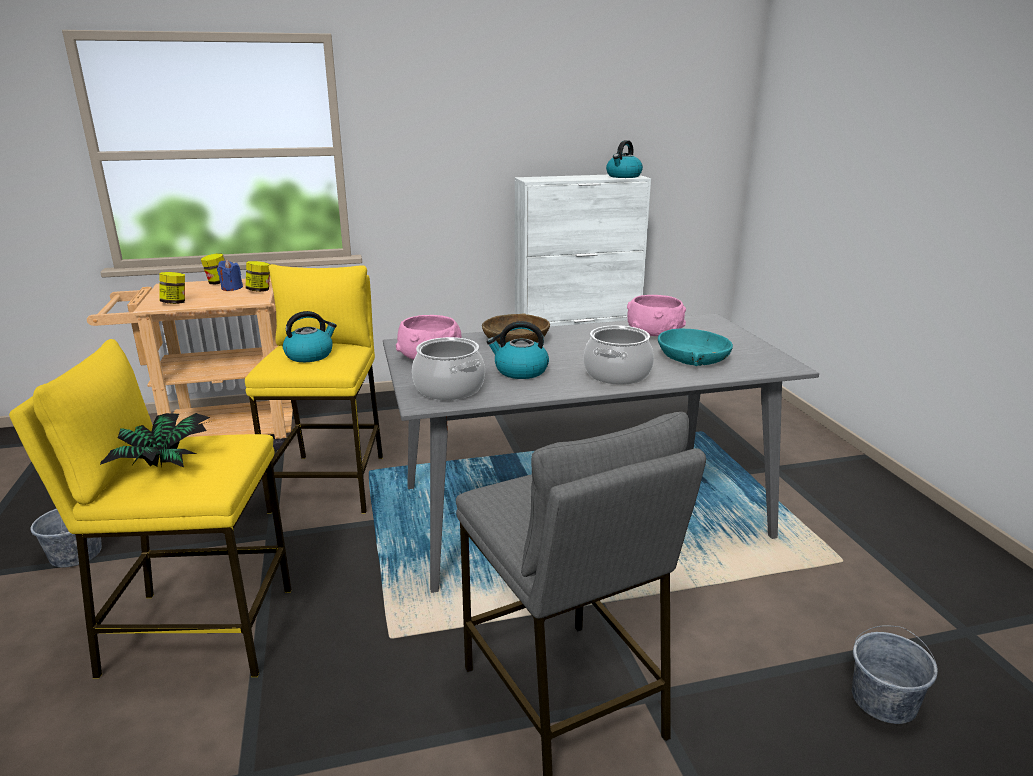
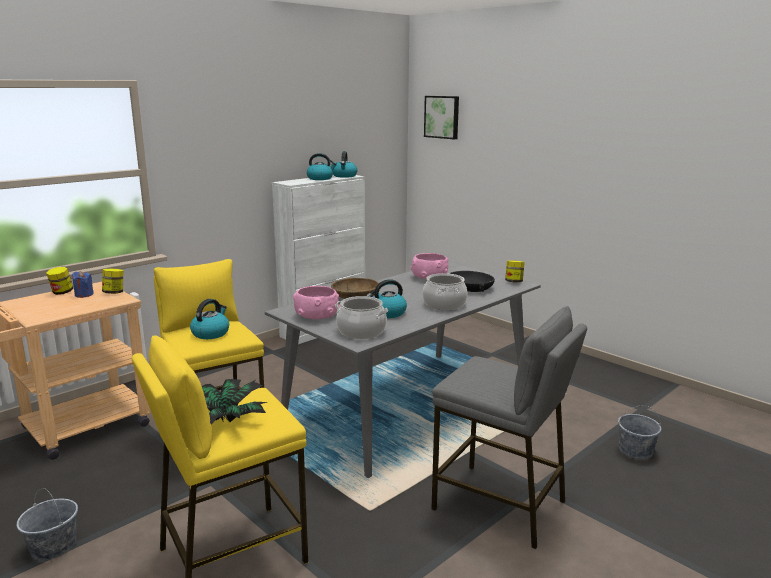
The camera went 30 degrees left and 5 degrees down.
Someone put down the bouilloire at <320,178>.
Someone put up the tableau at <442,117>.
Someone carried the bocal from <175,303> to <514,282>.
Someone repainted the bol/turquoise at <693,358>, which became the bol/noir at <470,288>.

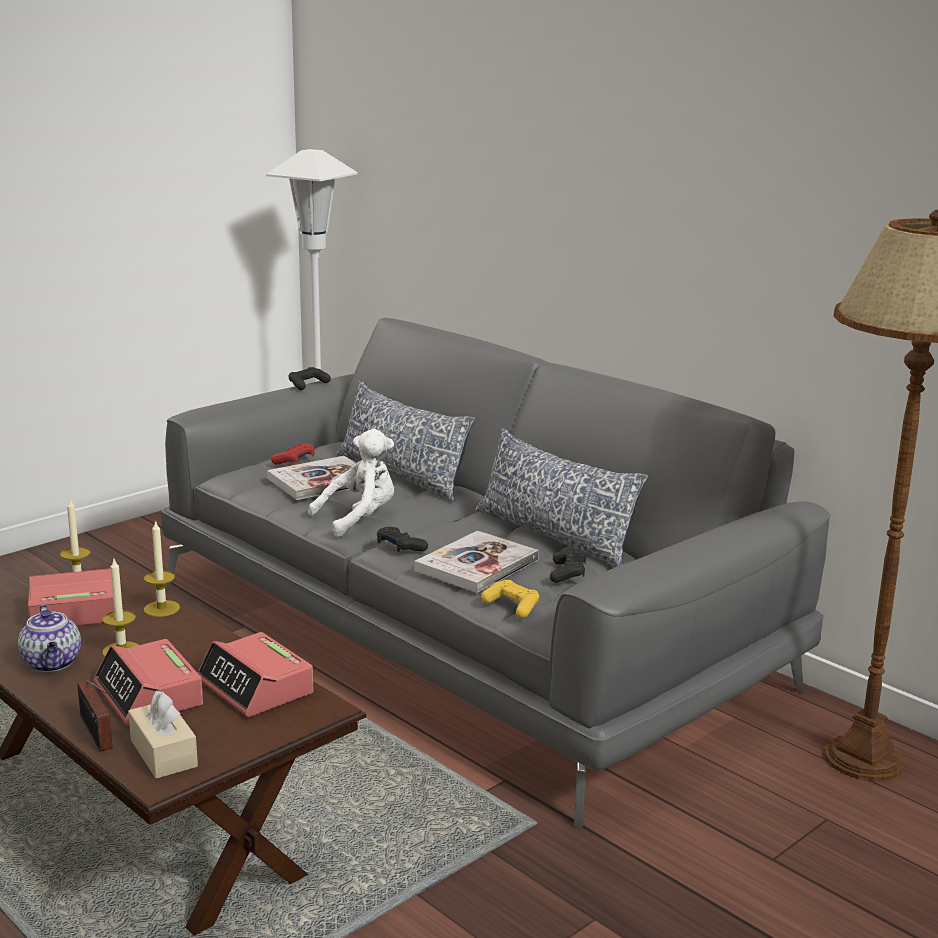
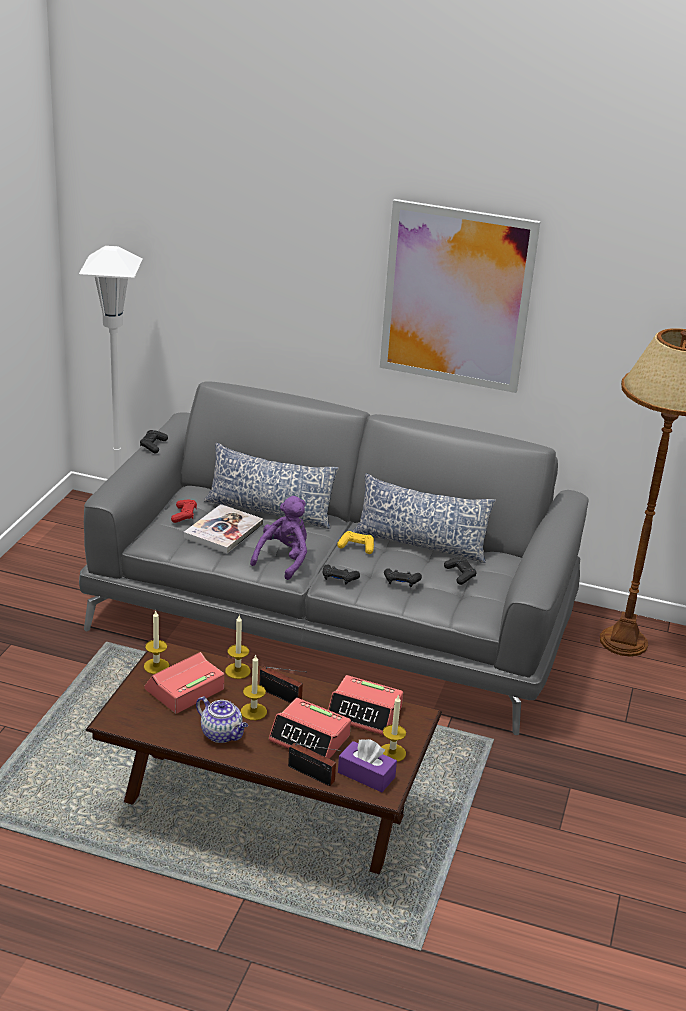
The camera went 30 degrees left and 10 degrees up.
Someone put down the radio at <282,696>.
Someone put up the tableau at <457,296>.
Someone put down the bougie at <392,753>.
Someone carried the manette/jaune from <512,606> to <356,547>.
Someone swapped the livre at <477,565> for the manette/noir at <401,582>.
Someone repainted the boîte à mouchoirs/beige at <163,753>, which became the boîte à mouchoirs/violet at <366,775>.
Someone repainted the peluche/blanc at <359,519>, which became the peluche/violet at <284,560>.

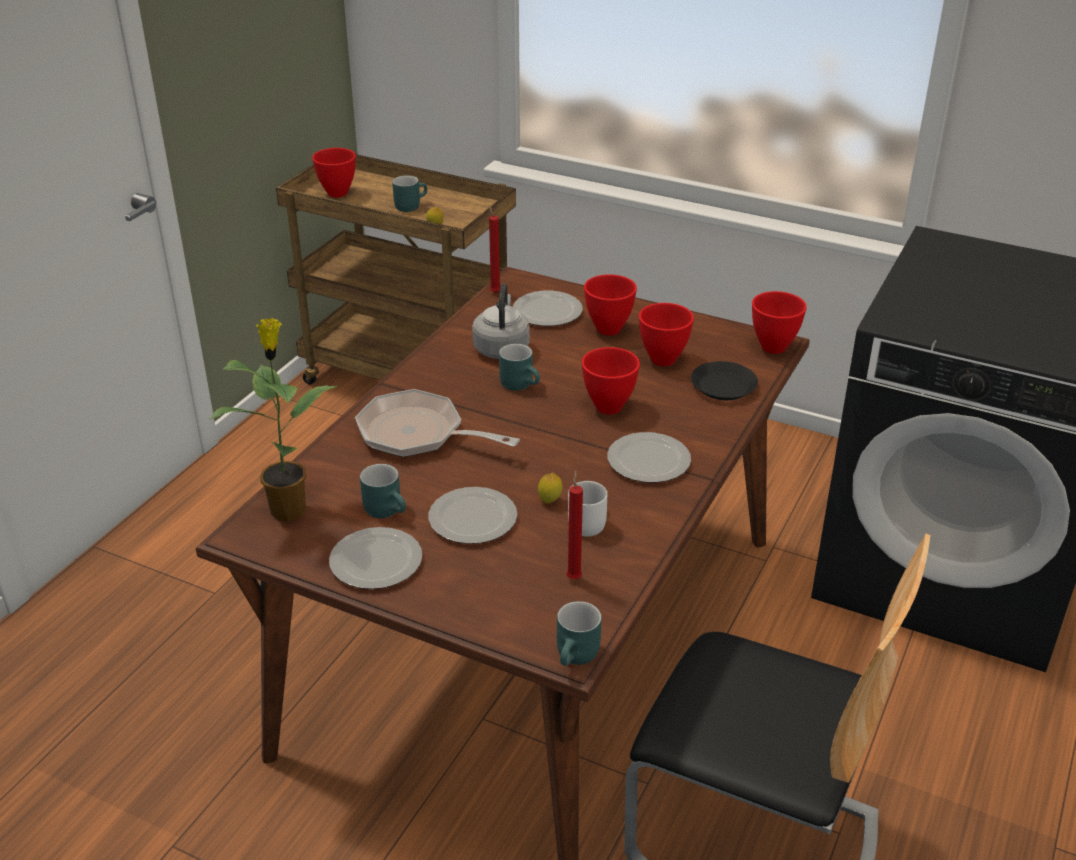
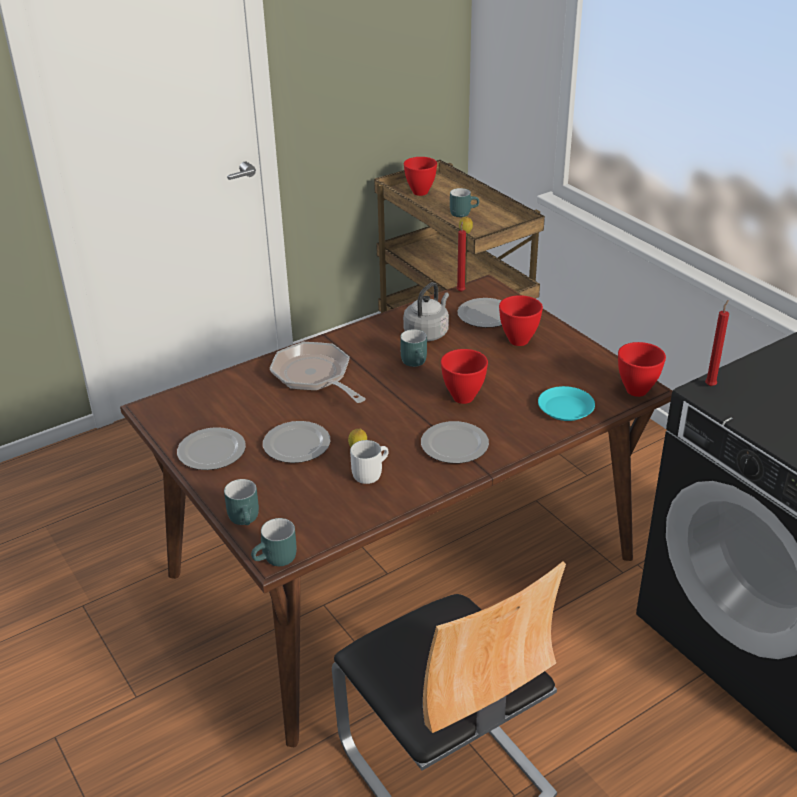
The camera went 30 degrees right and 0 degrees up.
Someone took away the plante en pot at <289,509>.
Someone took away the bol/rouge at <662,360>.
Someone carried the mug/turquoise from <388,510> to <247,519>.
Someone carried the bougie/rouge from <574,577> to <711,385>.
Someone repainted the assiette/noir at <723,386>, which became the assiette/turquoise at <565,408>.

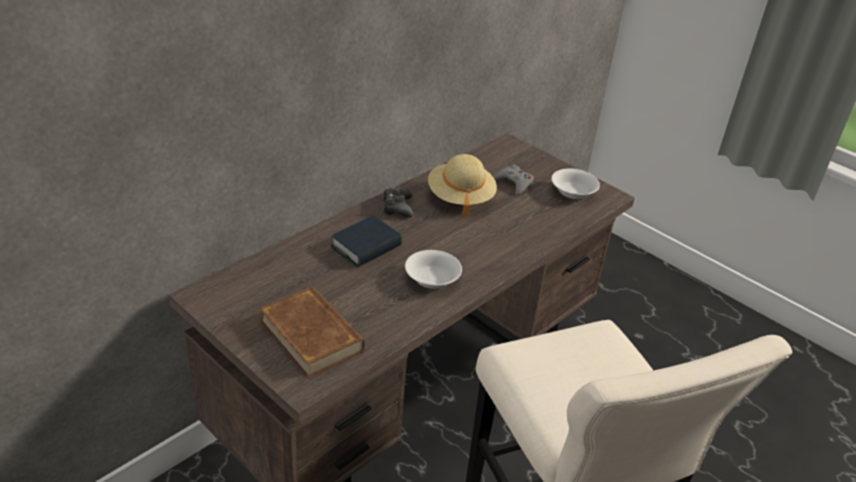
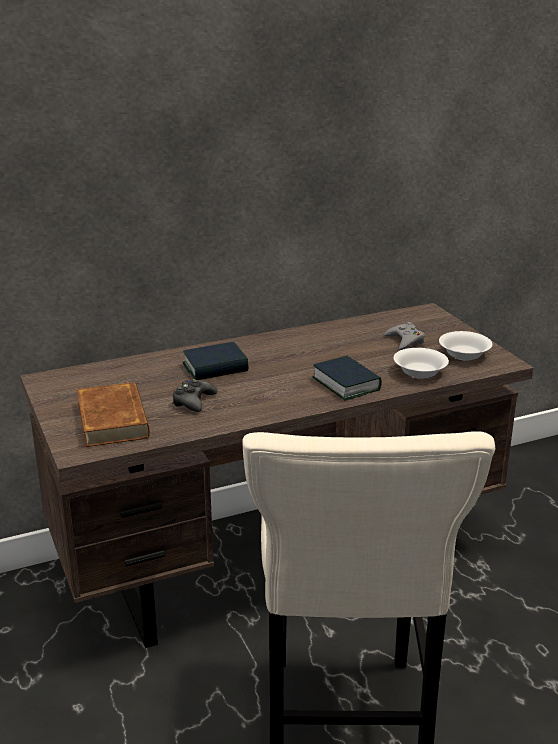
The camera went 25 degrees right and 10 degrees down.
Someone took away the chapeau/beige at <460,198>.
Someone put down the livre at <346,384>.
Someone carried the manette/noir from <397,207> to <193,401>.
Someone carried the bol/blanc from <431,279> to <419,372>.

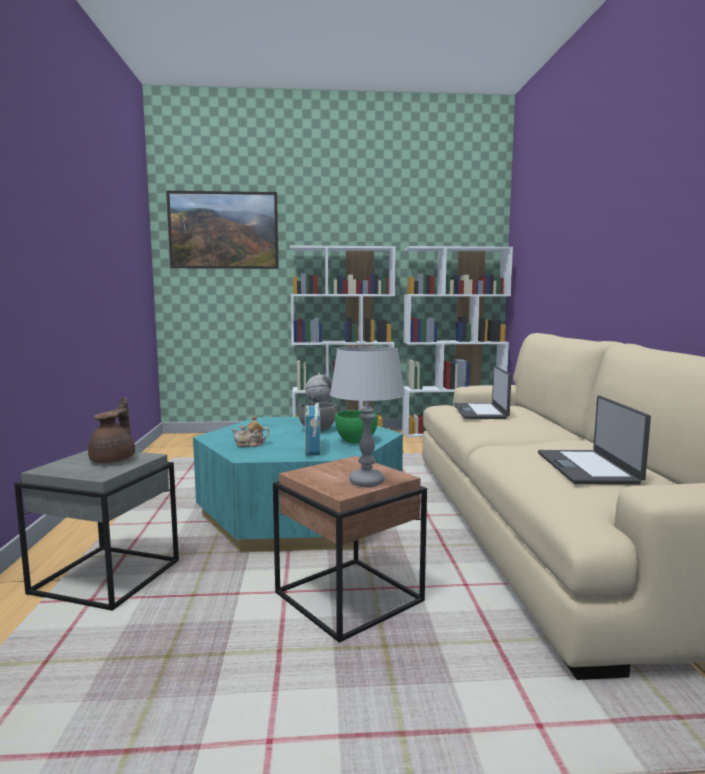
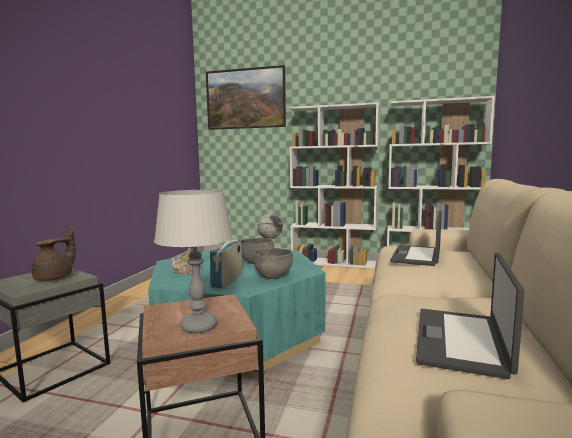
The camera went 20 degrees right and 0 degrees up.
Someone repainted the bol/vert at <356,441>, which became the bol/gris at <272,277>.

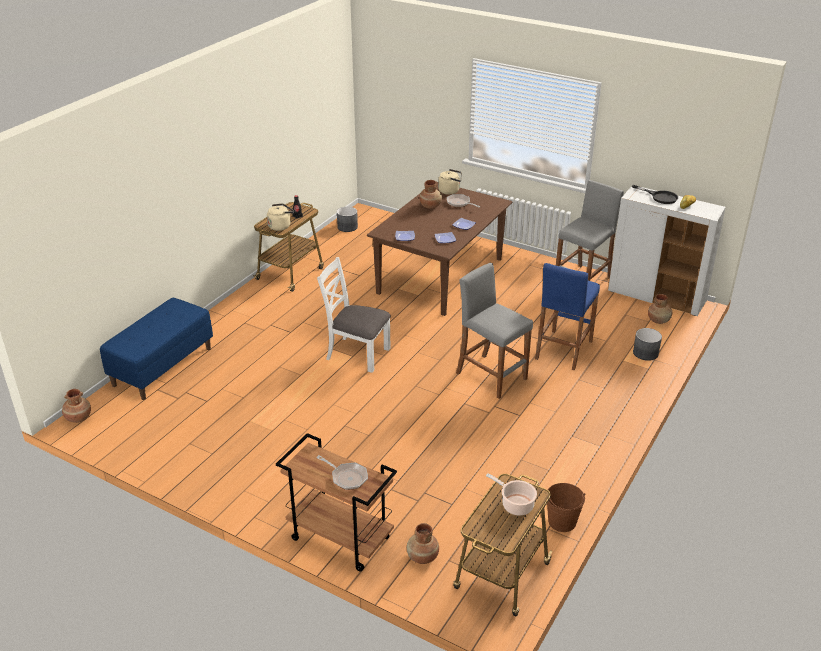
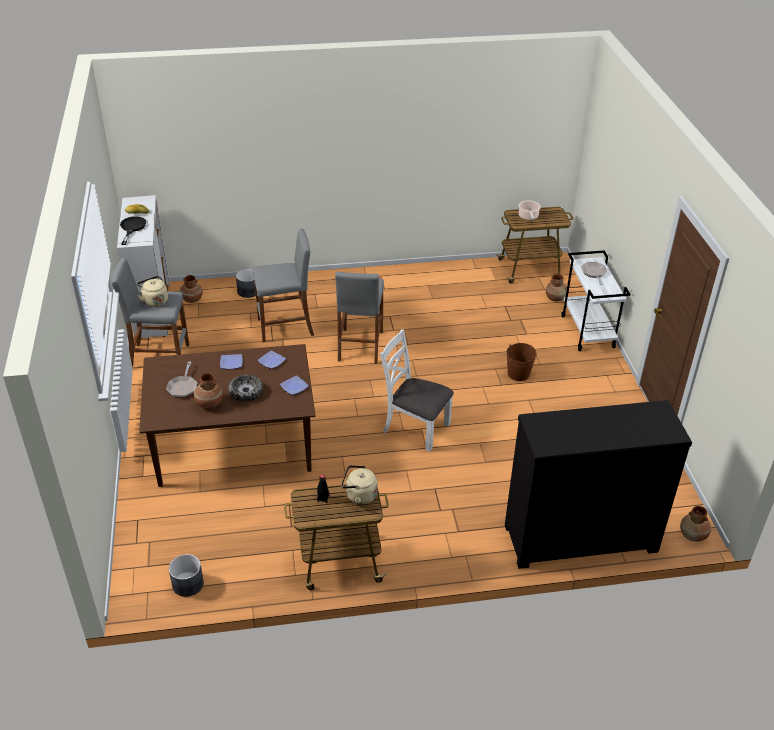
The camera went 130 degrees left and 5 degrees up.
Someone put down the bol at <246,392>.
Someone carried the bouilloire/beige from <450,191> to <154,301>.
Someone carried the seau/marron from <562,521> to <518,374>.
Someone swapped the banc/bleu at <162,366> for the commode at <579,537>.
Someone repainted the chariot/marron at <339,539>, which became the chariot/blanc at <588,332>.
Someone repainted the tabouret/bleu at <563,350>, which became the tabouret/gris at <286,327>.
Someone rotated the chaise/blanc at <357,354> by 135 degrees clockwise.

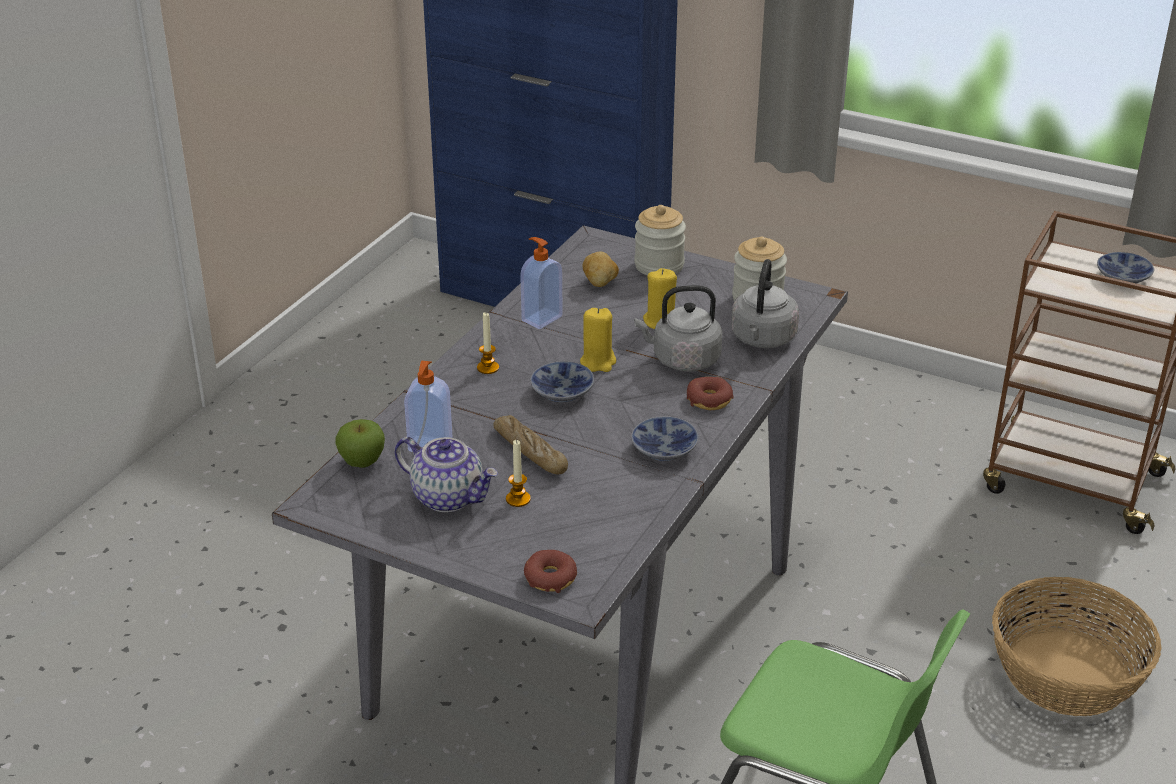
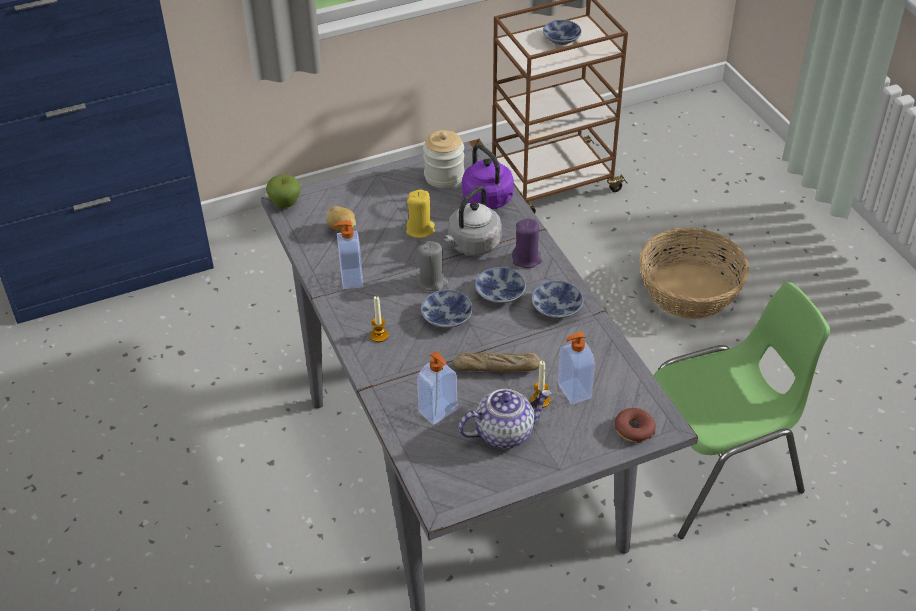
The camera went 50 degrees left and 10 degrees up.
Someone took away the bocal at <659,265>.
Someone put down the bol at <499,294>.
Someone put down the distributeur de savon at <573,391>.
Someone carried the pomme from <362,462> to <285,204>.
Someone swapped the beignet at <709,400> for the bougie/violet at <526,259>.
Someone repainted the bougie/jaune at <598,362>, which became the bougie/gris at <432,282>.
Someone repainted the bouilloire/gris at <762,339>, which became the bouilloire/violet at <489,200>.

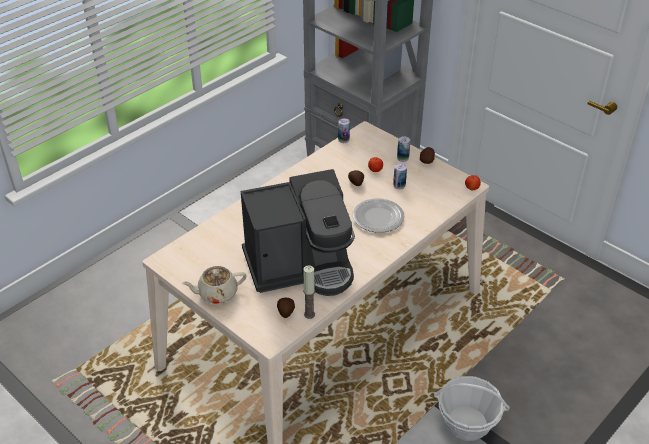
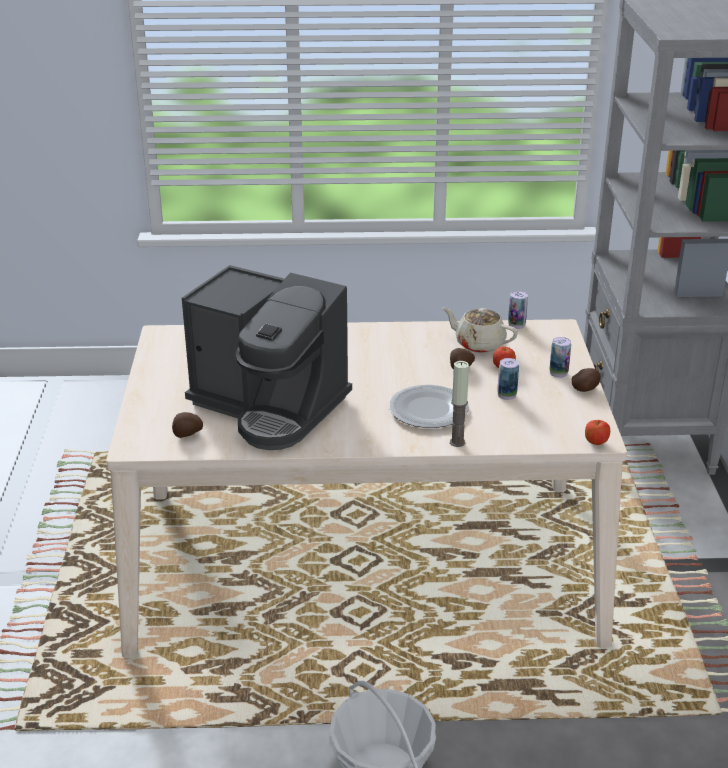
The camera went 45 degrees right and 10 degrees down.
Someone carried the théière/beige from <217,293> to <479,344>.
Someone carried the bougie from <309,314> to <457,442>.

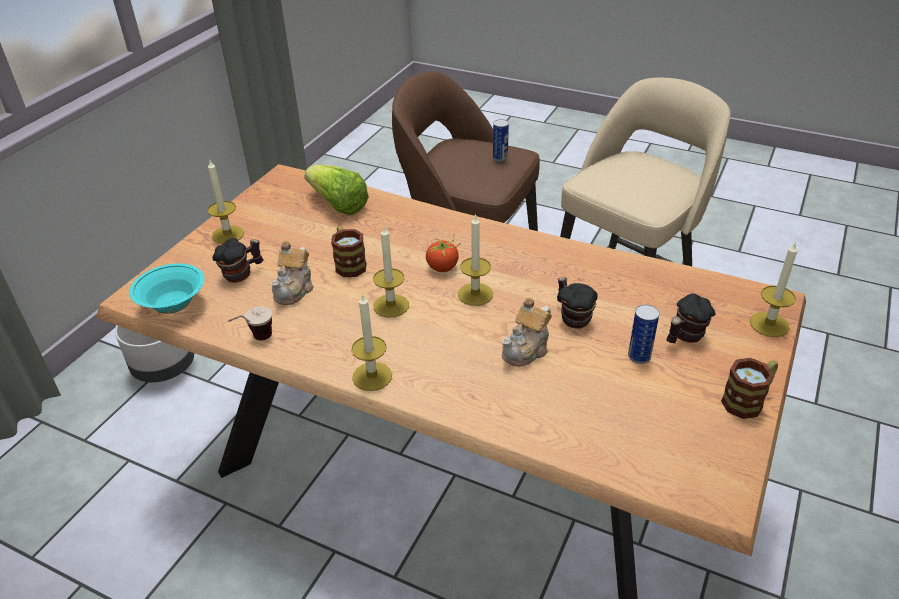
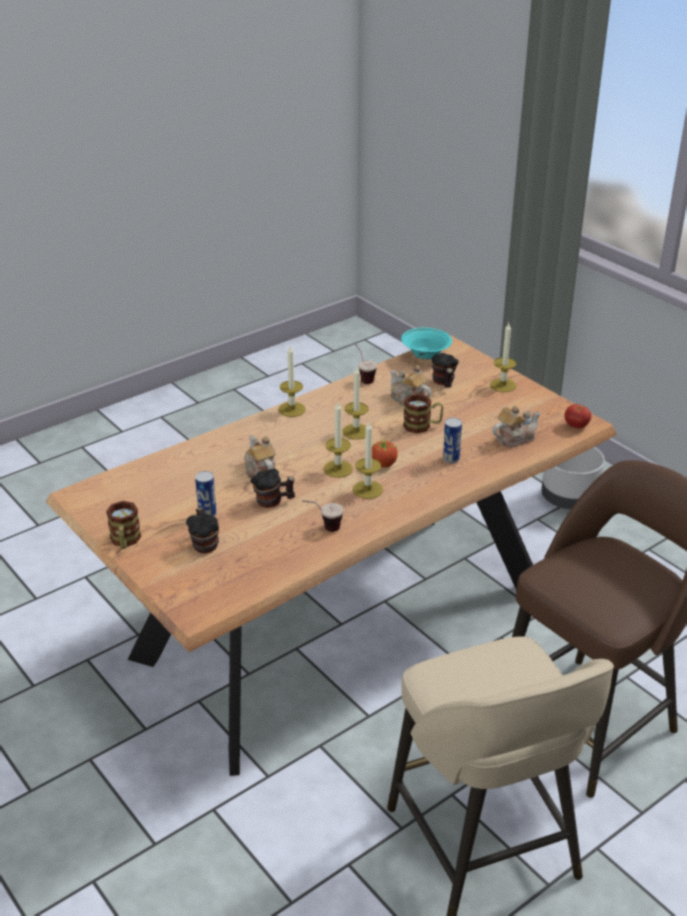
The camera went 115 degrees right and 5 degrees down.
Someone put down the tasse at <323,528>.
Someone put down the tomate at <576,426>.
Someone carried the boîte métallique from <500,158> to <451,459>.
Someone carried the bougie from <769,324> to <367,489>.
Someone swapped the laitue at <338,205> for the théière at <514,438>.

